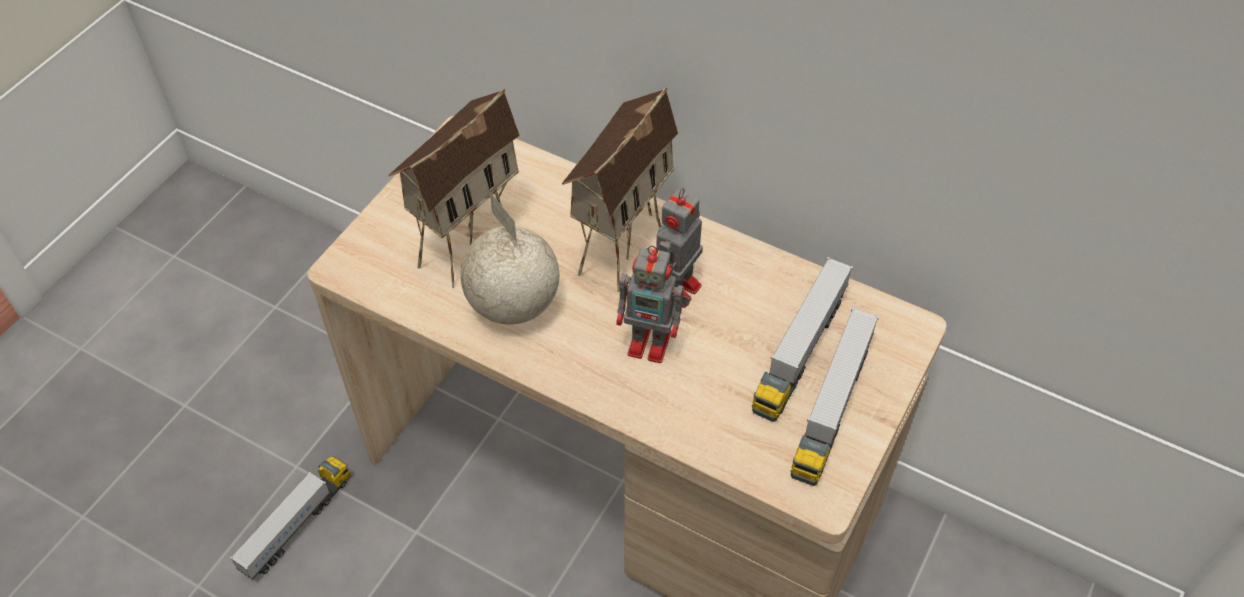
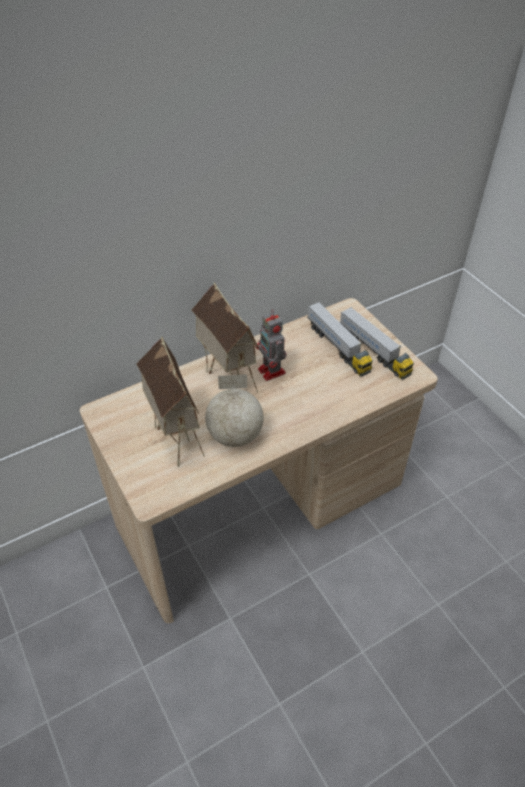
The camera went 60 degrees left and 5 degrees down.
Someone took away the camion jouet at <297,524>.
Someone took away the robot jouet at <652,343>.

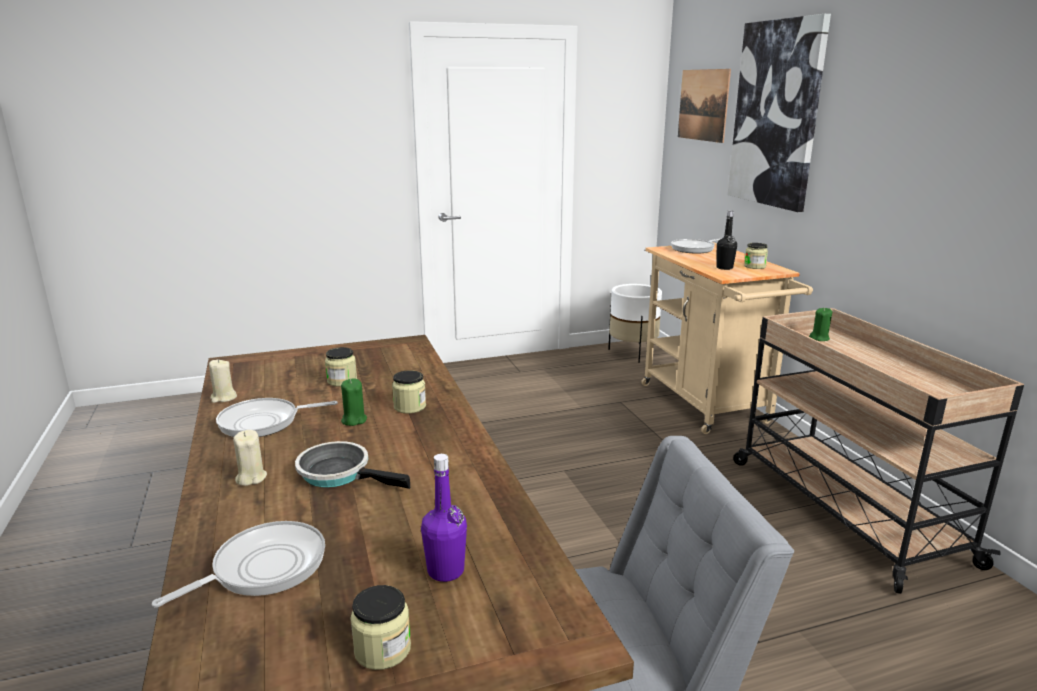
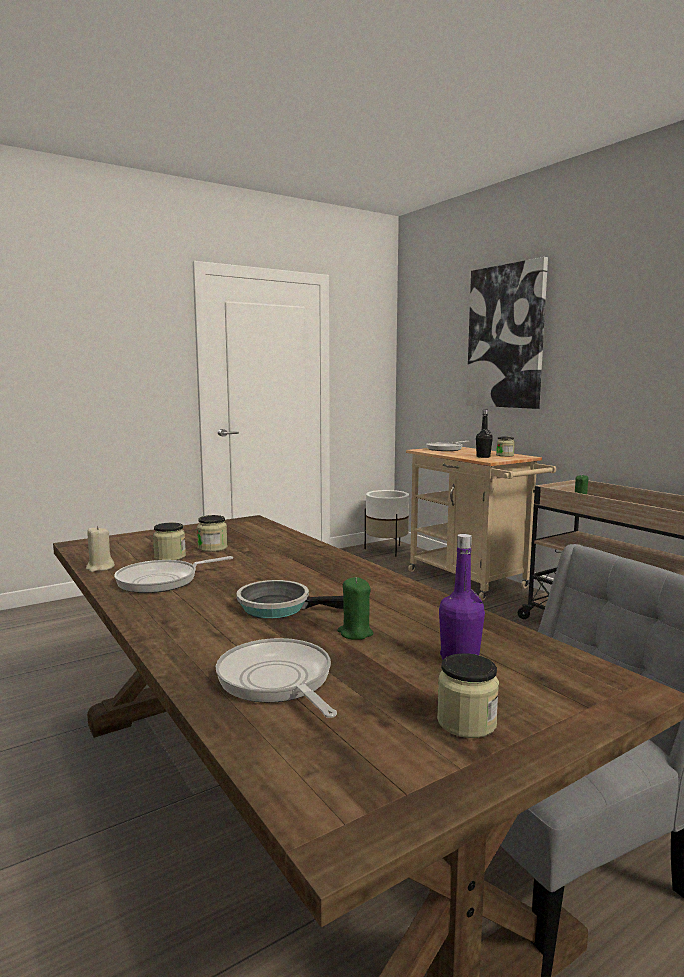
The camera went 15 degrees left and 10 degrees down.
Someone took away the bougie/beige at <251,478>.
Someone took away the tableau at <703,105>.
Someone carried the bougie/vert from <354,420> to <355,633>.
Someone carried the bocal from <410,407> to <170,557>.
Someone rotated the poêle at <263,568> by 60 degrees counterclockwise.

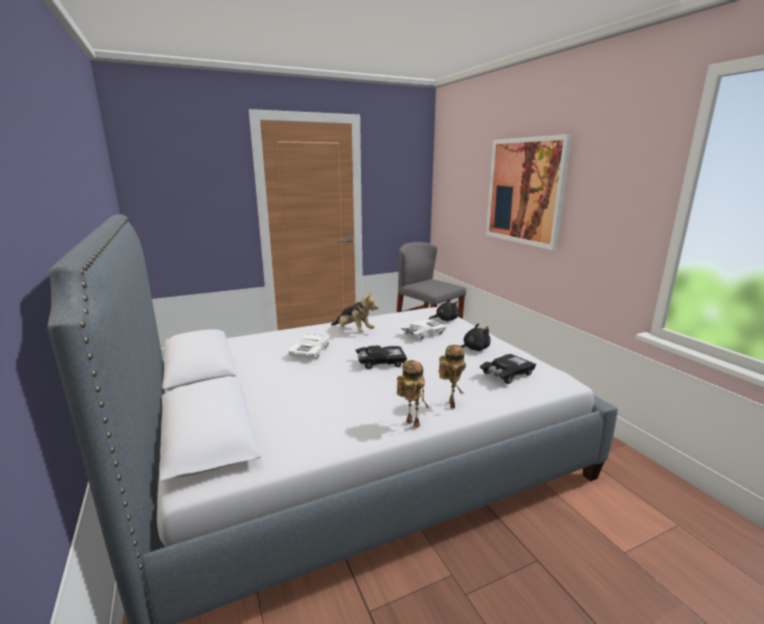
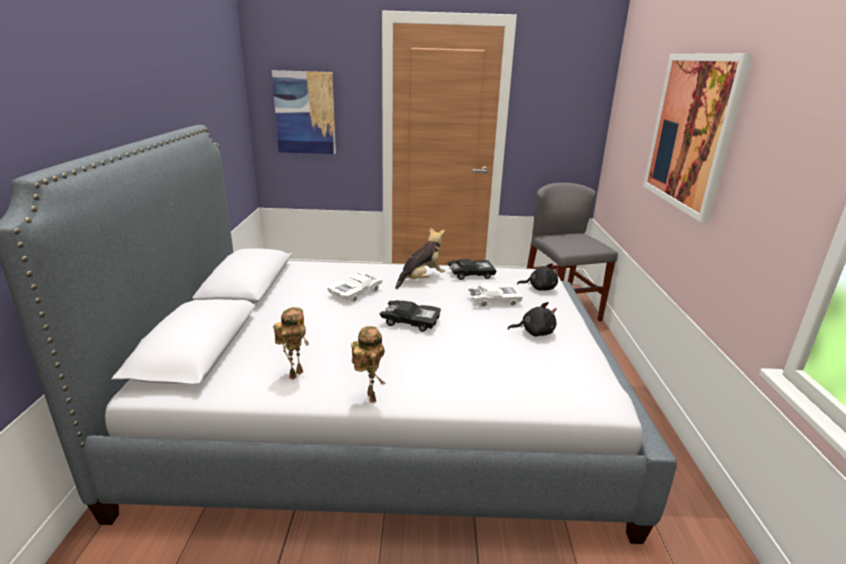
The camera went 25 degrees right and 5 degrees up.
Someone put up the tableau at <305,113>.
Someone carried the robot jouet from <450,404> to <295,373>.
Someone carried the petite voiture/noir from <507,374> to <470,274>.
Someone rotated the peluche at <354,331> by 105 degrees counterclockwise.

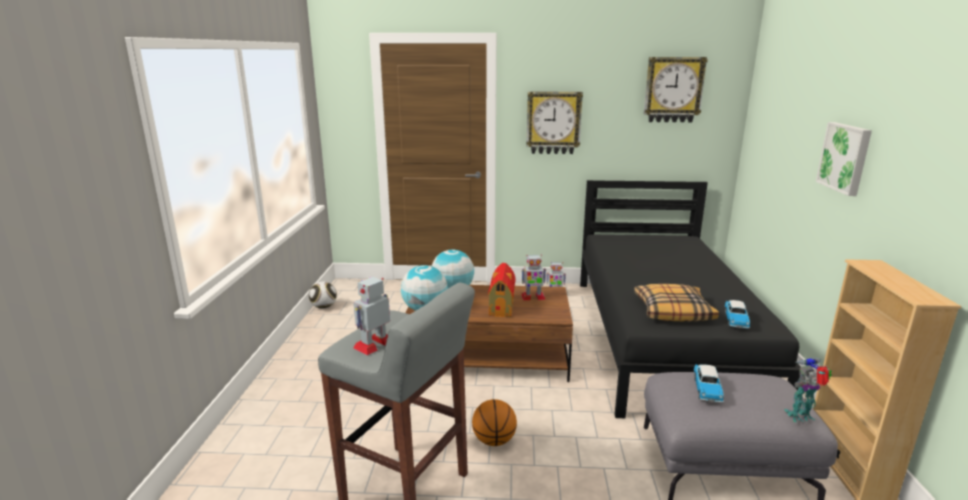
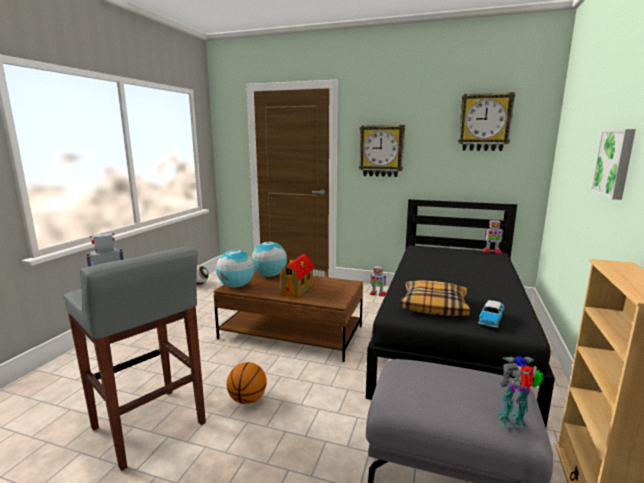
The camera went 15 degrees right and 5 degrees down.
Someone took away the petite voiture at <707,389>.
Someone carried the robot jouet from <533,297> to <491,251>.

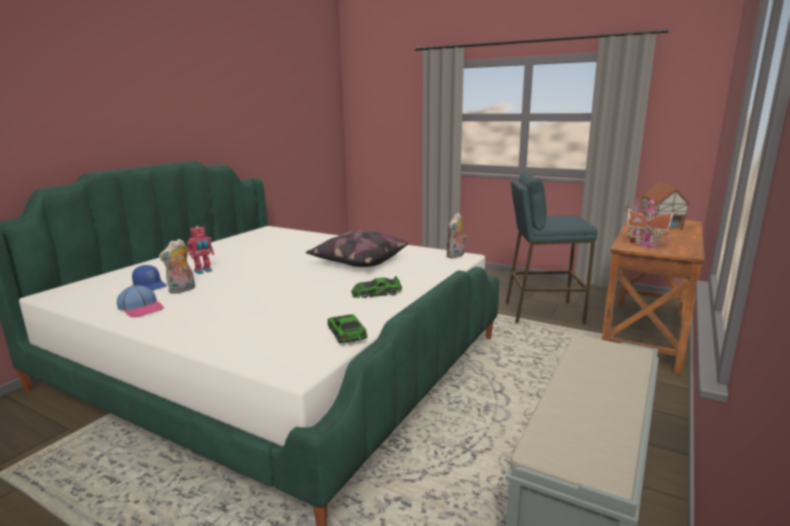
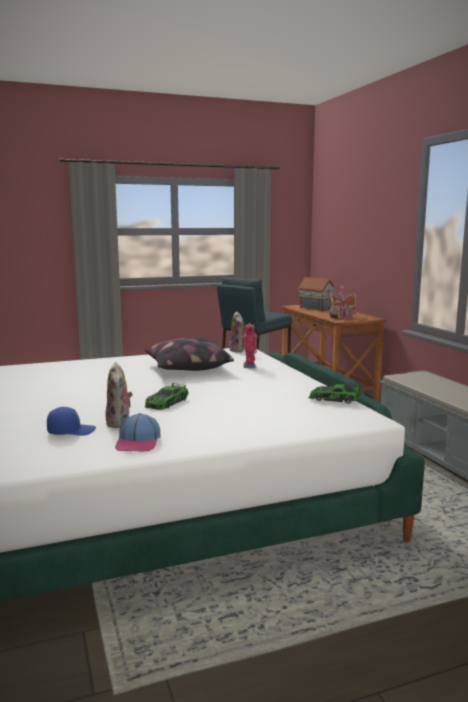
The camera went 50 degrees left and 5 degrees down.
Someone carried the robot jouet from <203,271> to <250,366>.
Someone carried the petite voiture from <376,293> to <166,402>.
Someone rotated the casquette at <141,308> by 105 degrees clockwise.

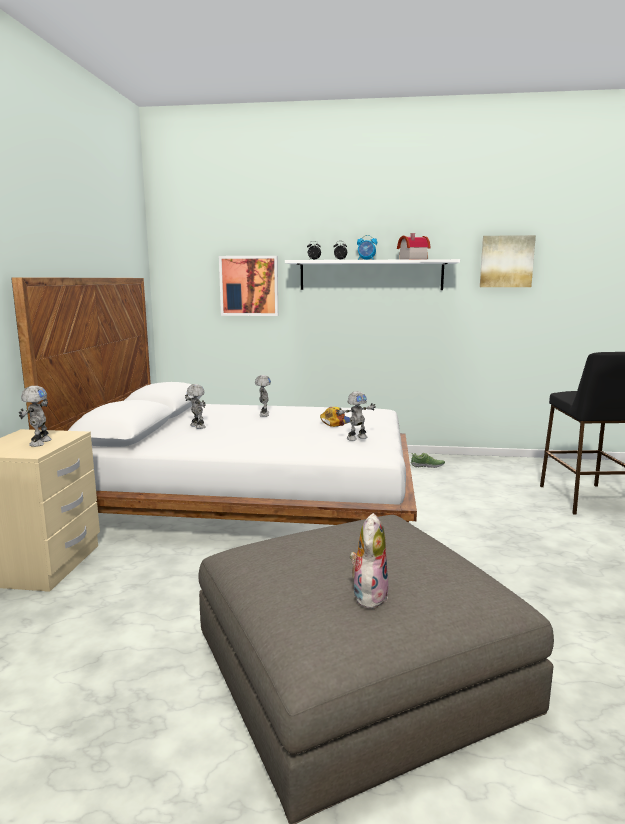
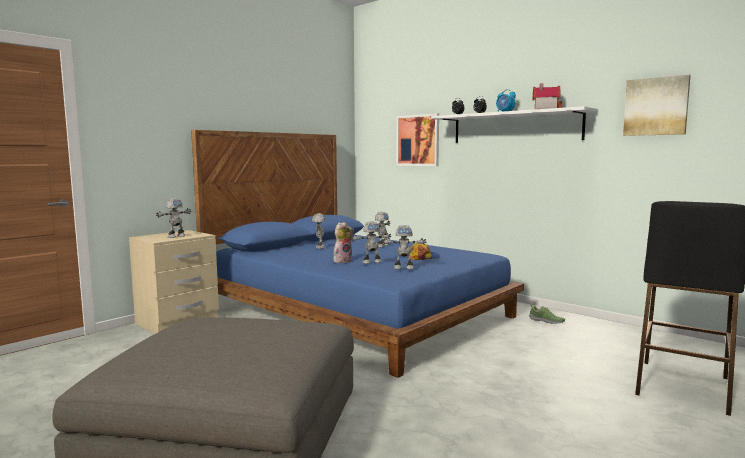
The camera went 35 degrees right and 5 degrees down.
Someone put down the robot jouet at <371,262>.
Someone carried the peluche from <368,595> to <342,261>.
Someone repainted the lit/blanc at <251,495>, which became the lit/bleu at <357,312>.

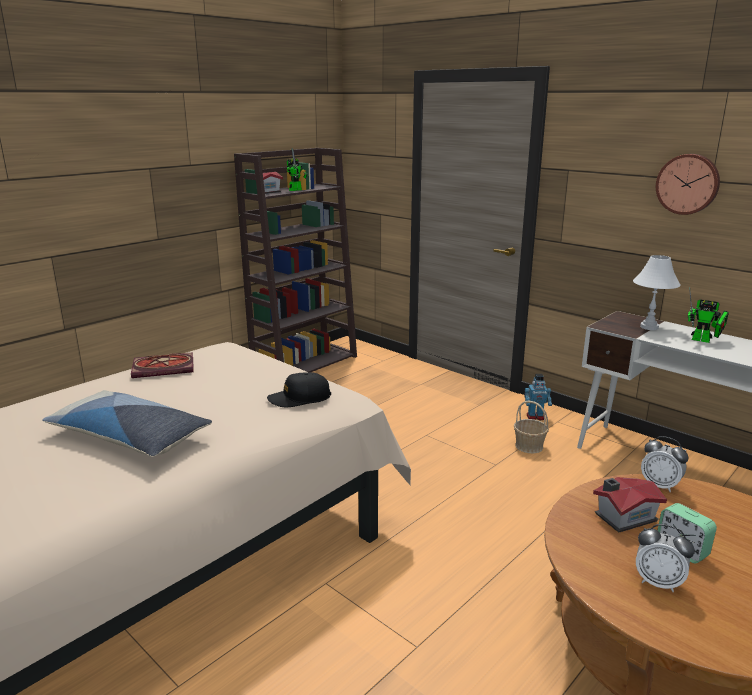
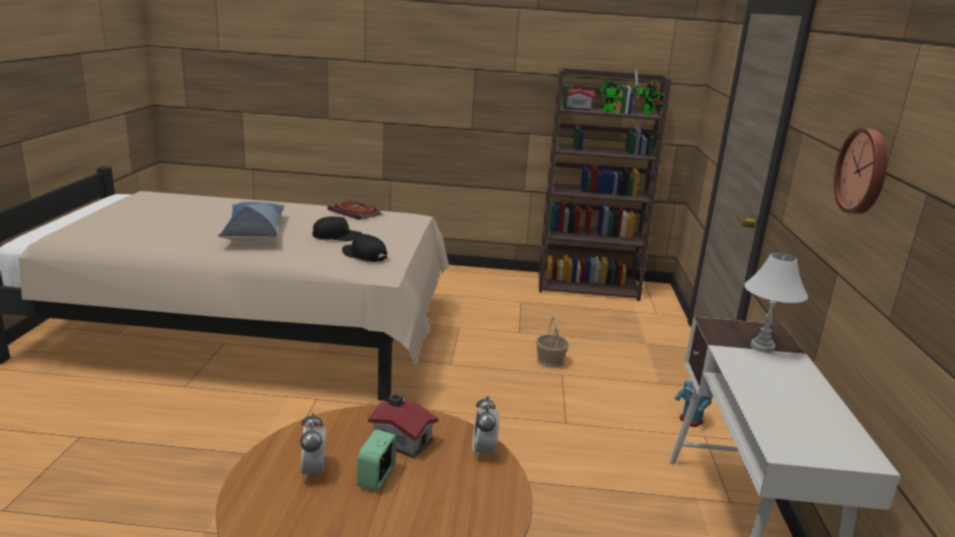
The camera went 50 degrees right and 0 degrees up.
Someone put down the casquette/noir at <337,236>.
Someone carried the panier from <529,446> to <550,361>.
Someone carried the robot jouet from <704,340> to <647,113>.

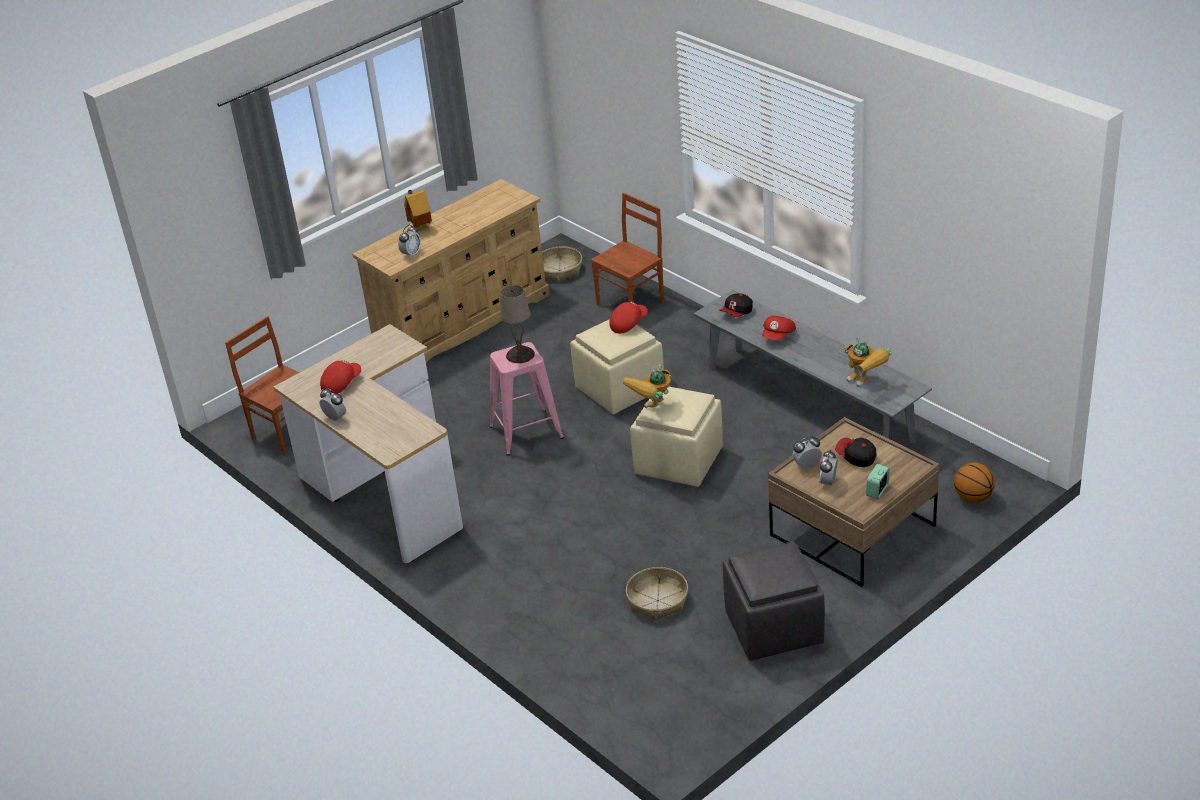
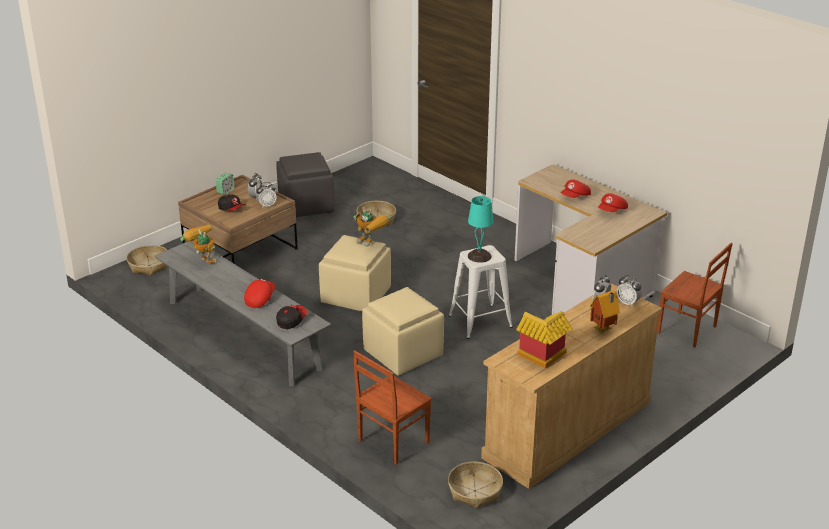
The camera went 175 degrees right and 5 degrees down.
Someone put down the maison miniature at <541,357>.
Someone carried the réveil from <335,418> to <628,303>.
Someone carried the casquette/rouge from <628,324> to <575,197>.
Someone swapped the ballon de basket at <973,498> for the panier at <149,265>.
Someone repainted the tabouret/rose at <526,432>, which became the tabouret/blanc at <480,321>.
Someone repainted the lampe de table/beige at <521,355>, which became the lampe de table/turquoise at <479,256>.
Someone rotated the robot jouet at <653,410> by 90 degrees clockwise.

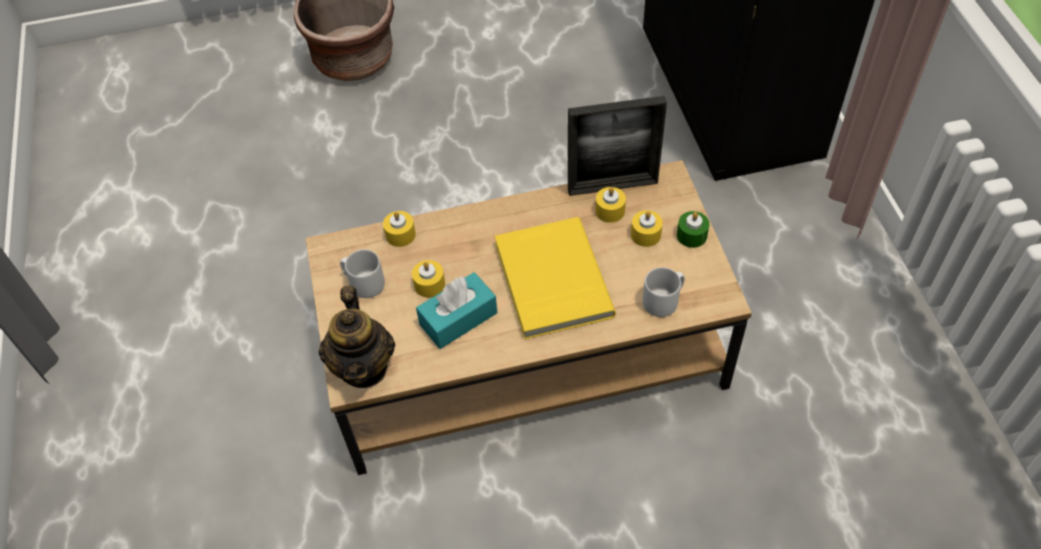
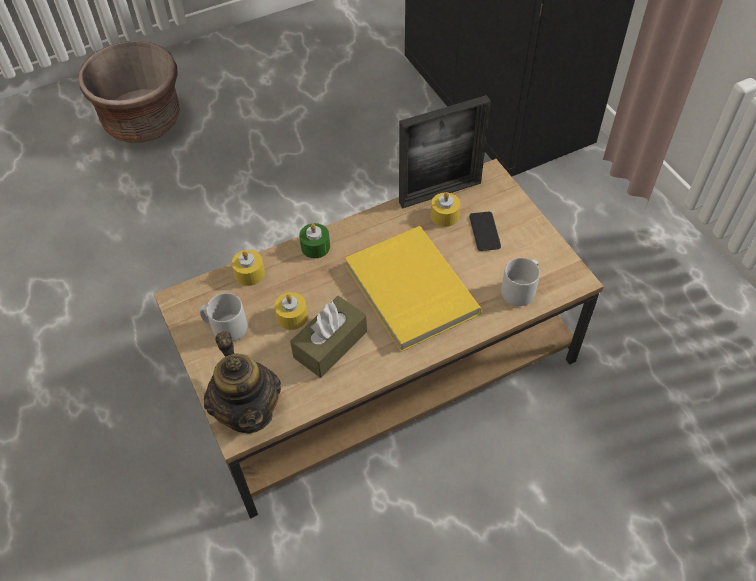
The camera went 15 degrees left and 0 degrees up.
Someone carried the bougie/vert from <691,235> to <315,247>.
Someone swapped the bougie/jaune at <645,234> for the téléphone at <484,232>.
Someone repainted the boîte à mouchoirs/turquoise at <458,318>, which became the boîte à mouchoirs/marron at <330,344>.

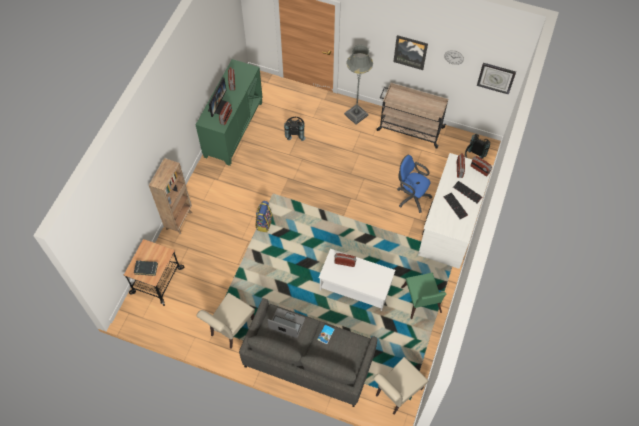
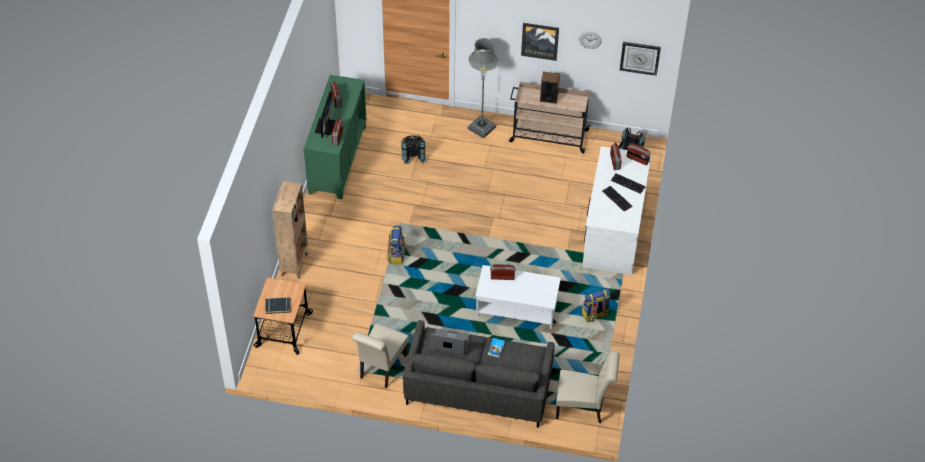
The camera went 10 degrees left and 10 degrees down.
Someone took away the chaise de bureau/bleu at <411,196>.
Someone put down the enceinte at <548,98>.
Someone swapped the chaise/vert at <421,303> for the sac à dos at <595,315>.
Someone rotated the chaise/beige at <396,393> by 120 degrees counterclockwise.

